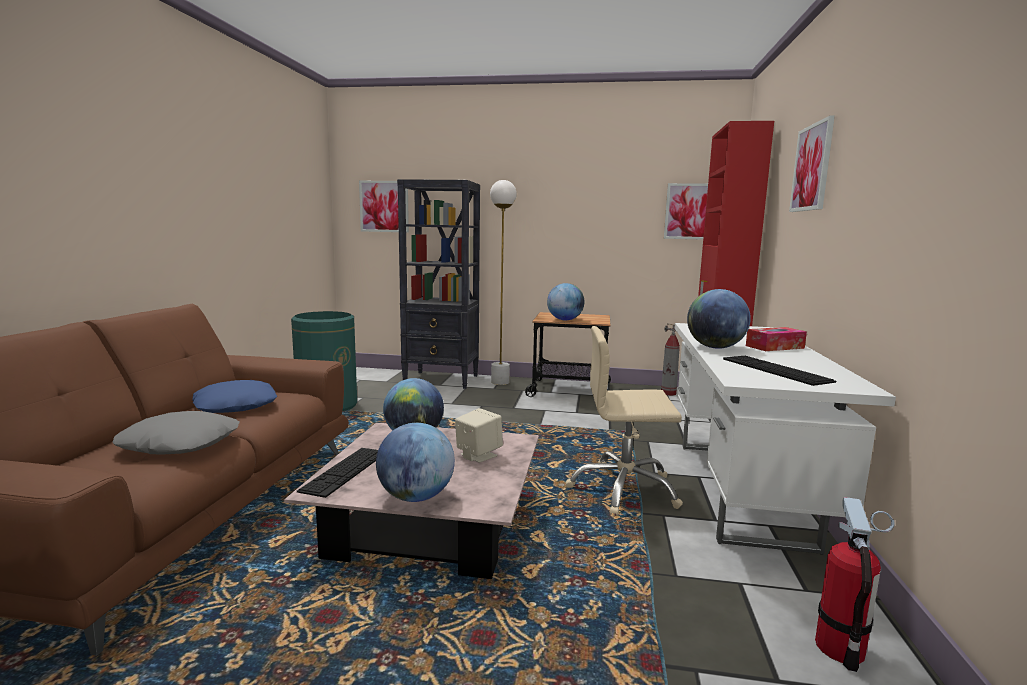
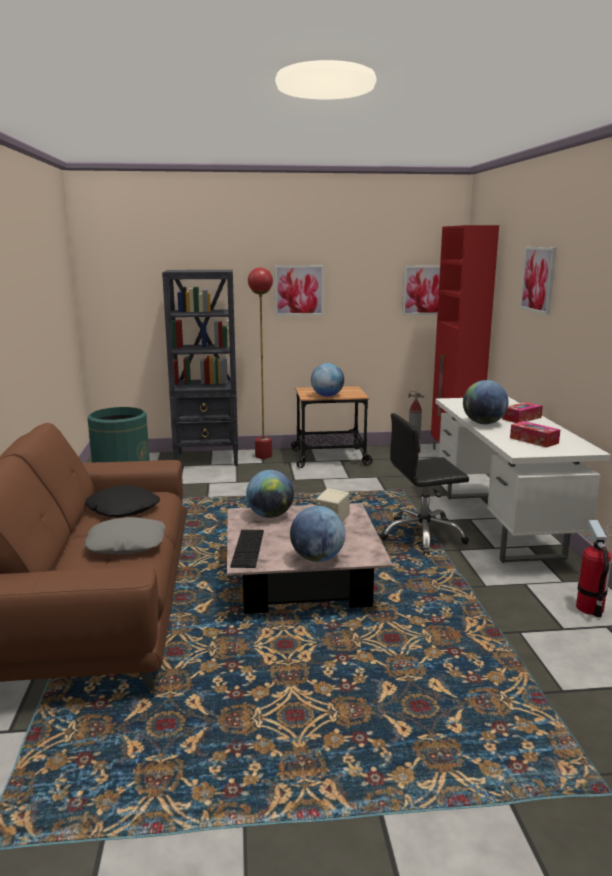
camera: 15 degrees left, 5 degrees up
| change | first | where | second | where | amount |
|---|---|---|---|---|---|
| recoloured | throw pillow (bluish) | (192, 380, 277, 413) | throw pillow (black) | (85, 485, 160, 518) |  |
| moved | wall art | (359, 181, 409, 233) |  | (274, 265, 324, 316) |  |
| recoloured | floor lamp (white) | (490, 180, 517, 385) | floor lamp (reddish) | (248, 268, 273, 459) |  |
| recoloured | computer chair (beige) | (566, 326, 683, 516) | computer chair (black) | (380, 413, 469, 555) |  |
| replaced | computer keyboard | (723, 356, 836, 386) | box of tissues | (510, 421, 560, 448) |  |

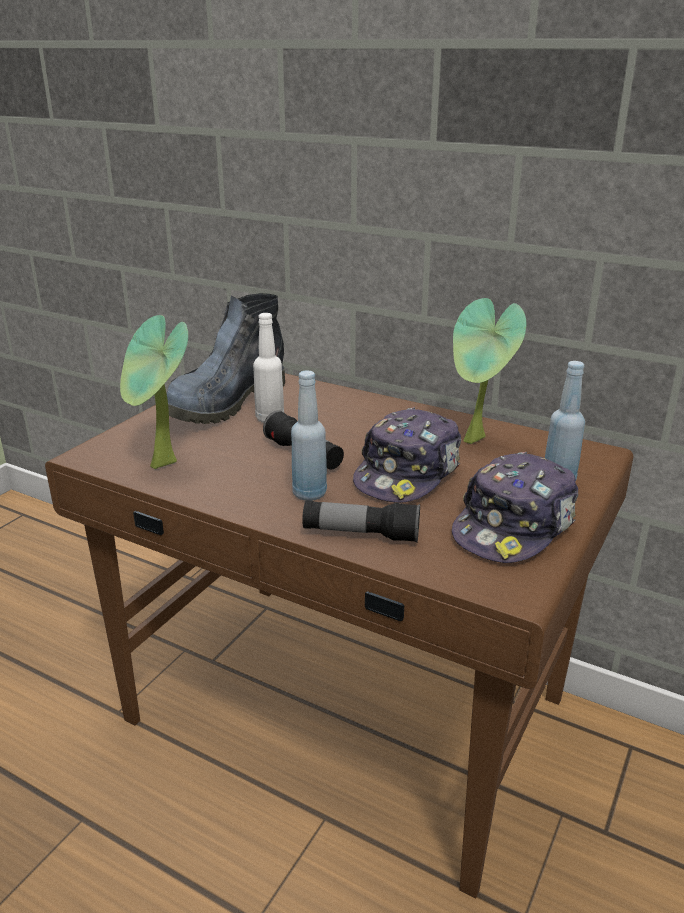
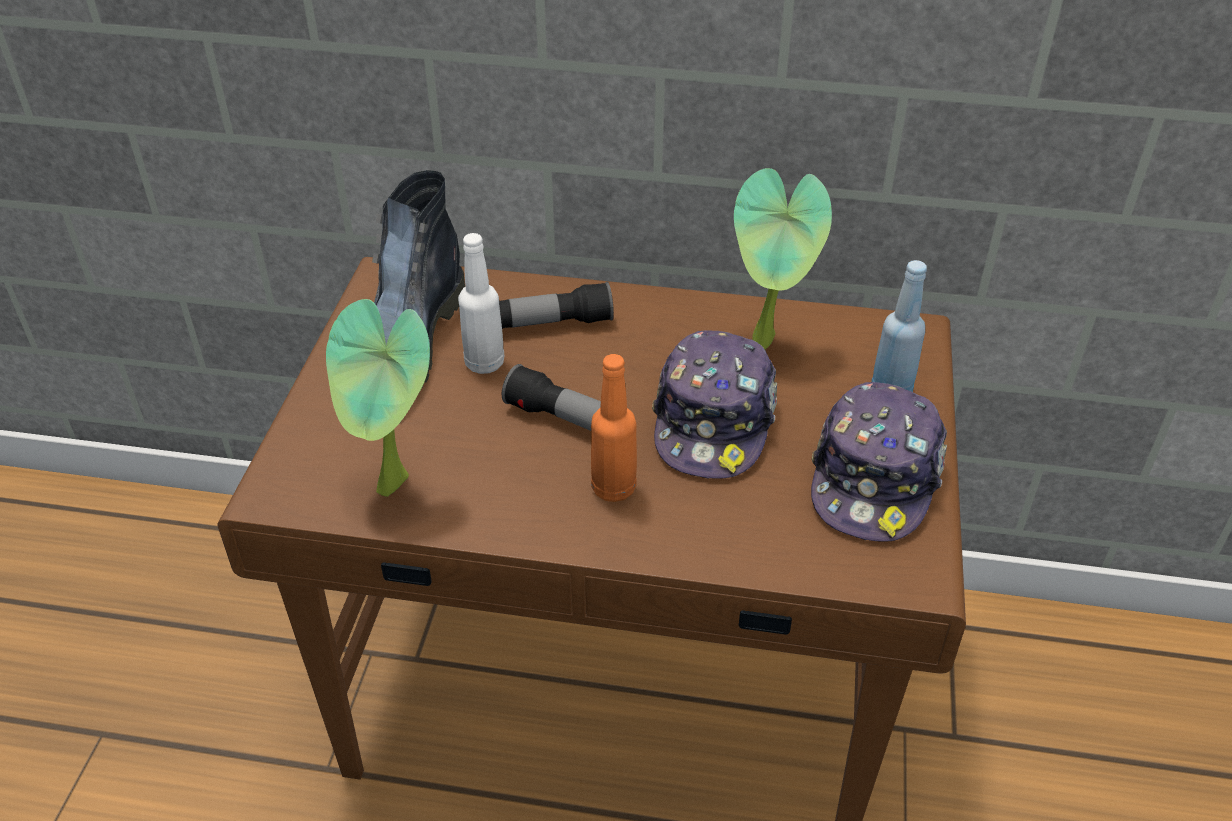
camera: 20 degrees left, 15 degrees up
| change | first | where | second | where | amount |
|---|---|---|---|---|---|
| recoloured | bottle (bluish) | (291, 370, 327, 501) | bottle (orange-coloured) | (591, 354, 637, 502) |  |
| moved | hand torch | (302, 500, 420, 543) |  | (499, 282, 614, 329) |  |

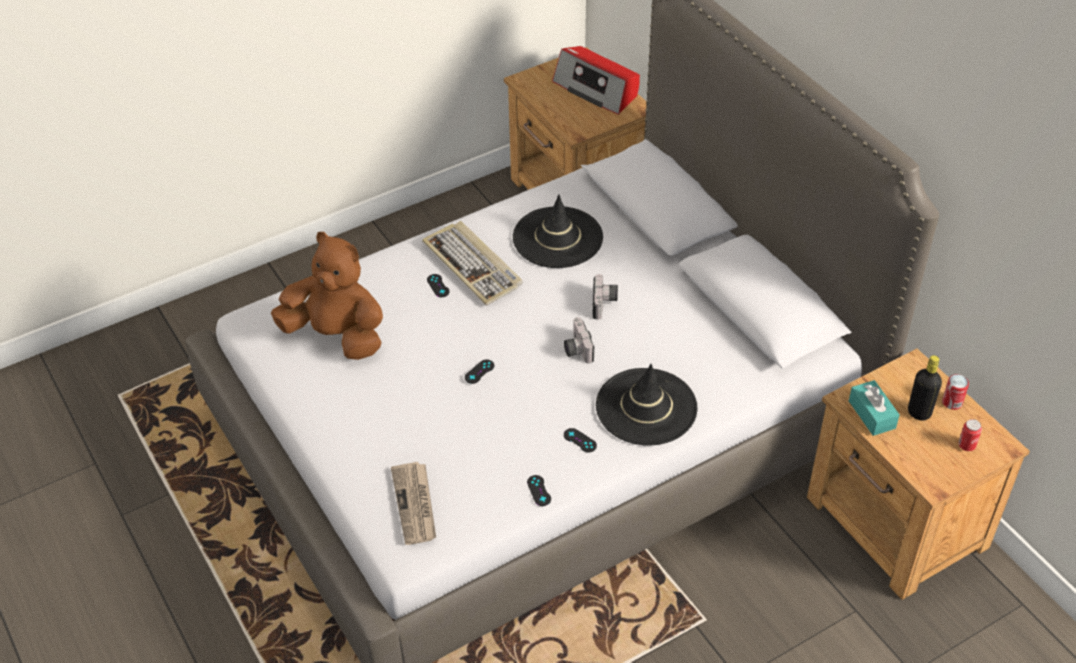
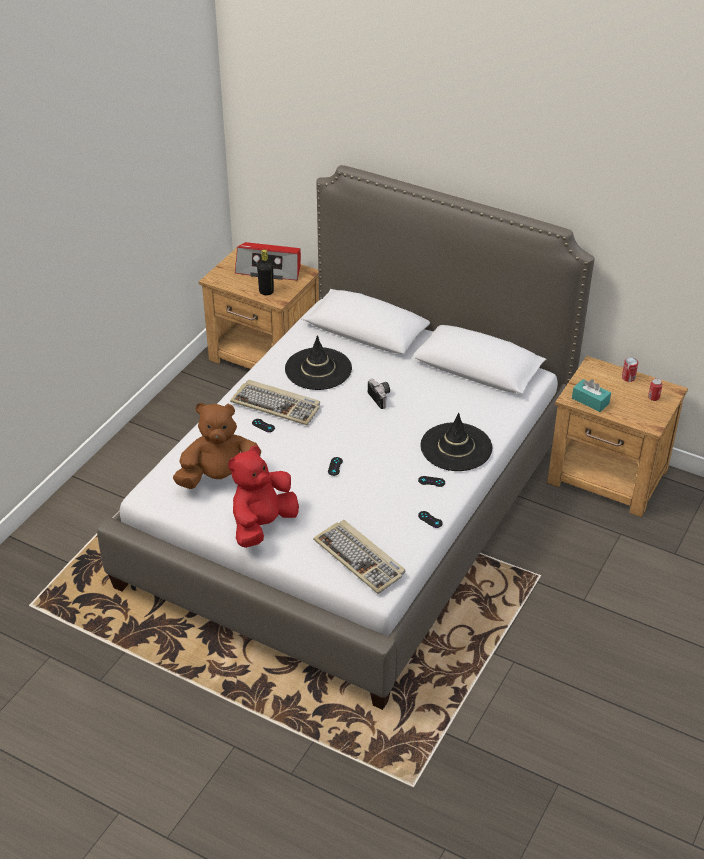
camera: 30 degrees left, 5 degrees down
| change | first | where | second | where | amount |
|---|---|---|---|---|---|
| replaced | newspaper | (391, 462, 436, 545) | computer keyboard | (313, 520, 405, 594) |  |
| removed | still camera | (564, 317, 594, 363) |  |  |  |
| moved | bottle (black) | (908, 355, 942, 421) |  | (257, 249, 274, 295) |  |
| added |  |  | soft toy (reddish) | (228, 445, 299, 548) |  |

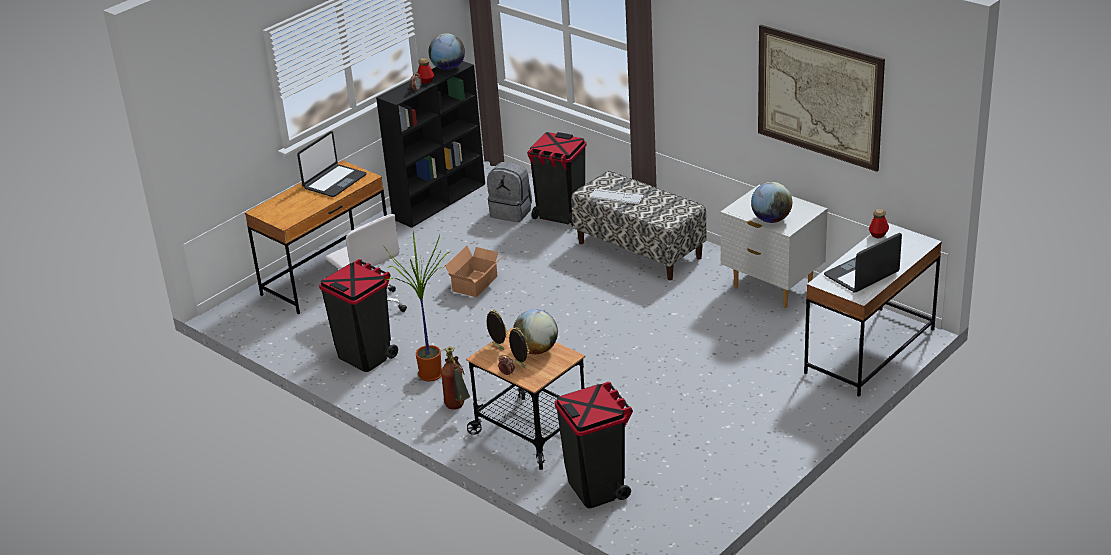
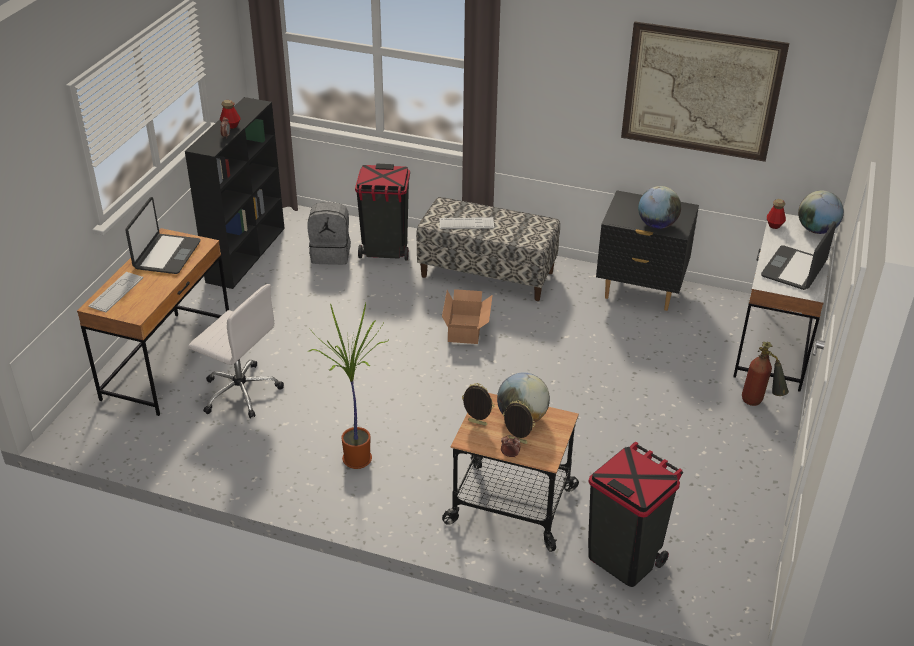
camera: 25 degrees left, 5 degrees up
| change | first | where | second | where | amount |
|---|---|---|---|---|---|
| removed | rubbish bin (black) | (319, 259, 398, 372) |  |  |  |
| moved | world globe | (429, 33, 465, 70) |  | (798, 191, 844, 234) |  |
| moved | fire-fighting cylinder | (441, 346, 470, 410) |  | (742, 342, 789, 406) |  |
| moved | packing box | (445, 246, 501, 297) |  | (442, 289, 493, 344) |  |
| recoloured | nightstand (white) | (720, 185, 828, 308) | nightstand (black) | (596, 190, 699, 311) |  |
| added |  |  | computer keyboard | (88, 272, 143, 312) |  |

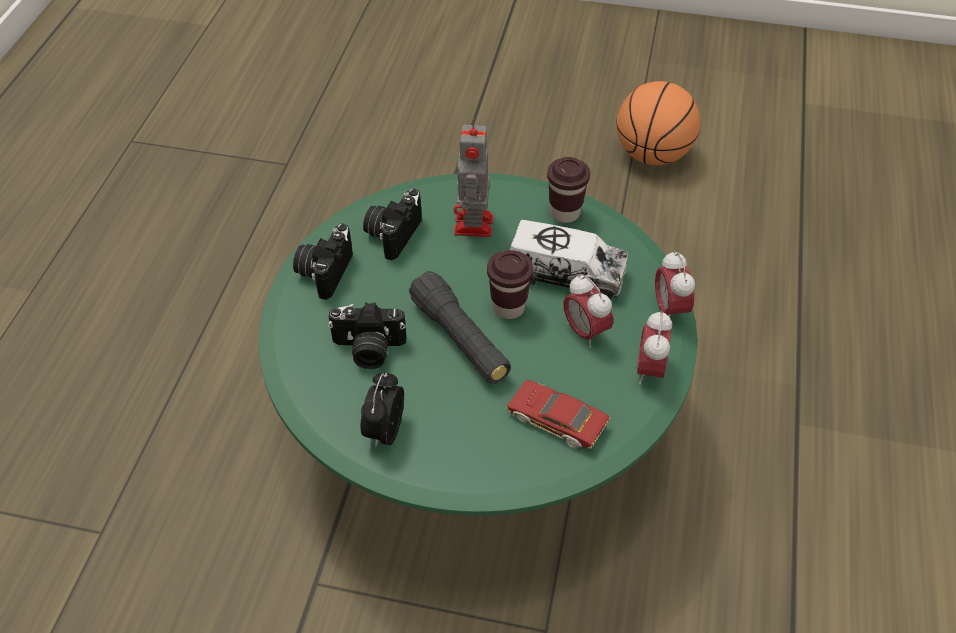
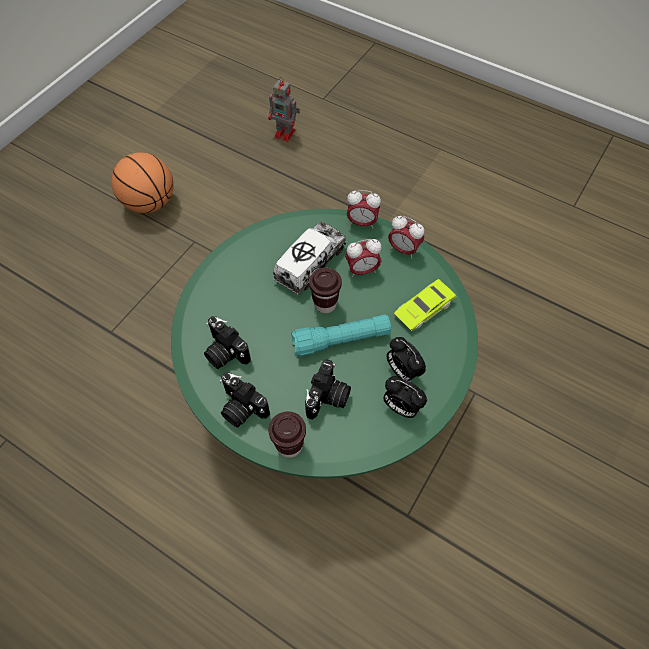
camera: 70 degrees left, 10 degrees up
| change | first | where | second | where | amount |
|---|---|---|---|---|---|
| recoloured | hand torch (black) | (409, 271, 511, 384) | hand torch (blue-green) | (291, 315, 391, 357) |  |
| moved | model robot | (454, 118, 493, 237) |  | (268, 77, 300, 142) |  |
| recoloured | model car (reddish) | (506, 380, 610, 449) | model car (green-coloured) | (394, 279, 457, 331) |  |
| moved | drinking cup (brownish) | (547, 157, 590, 223) |  | (268, 411, 306, 458) |  |
| added |  |  | alarm clock | (387, 337, 426, 382) |  |

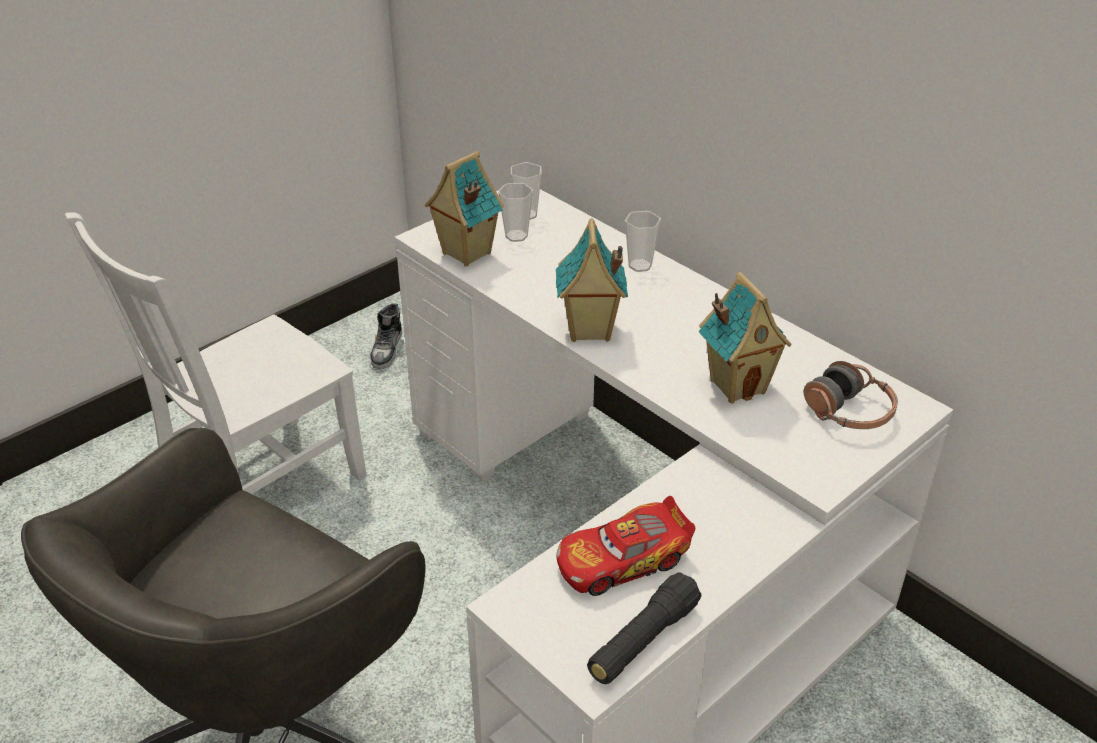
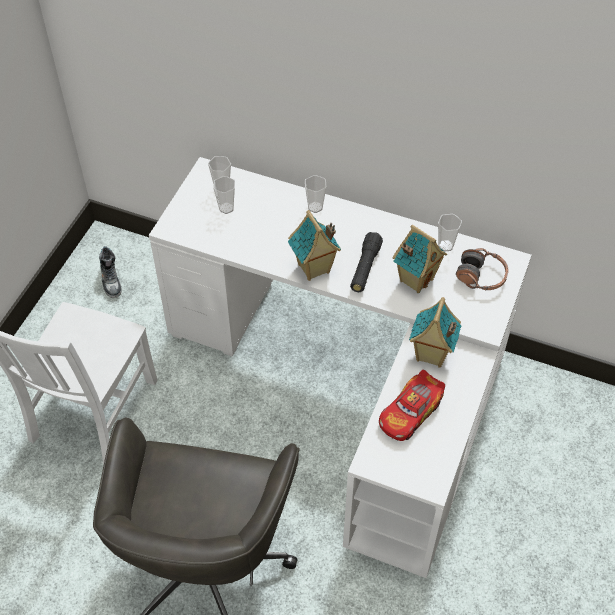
camera: 25 degrees left, 15 degrees up
| change | first | where | second | where | amount |
|---|---|---|---|---|---|
| moved | toy house | (425, 151, 504, 266) |  | (409, 297, 462, 367) |  |
| moved | hand torch (black) | (587, 572, 702, 684) |  | (350, 232, 383, 292) |  |
| added |  |  | drinking cup | (438, 214, 462, 252) |  |

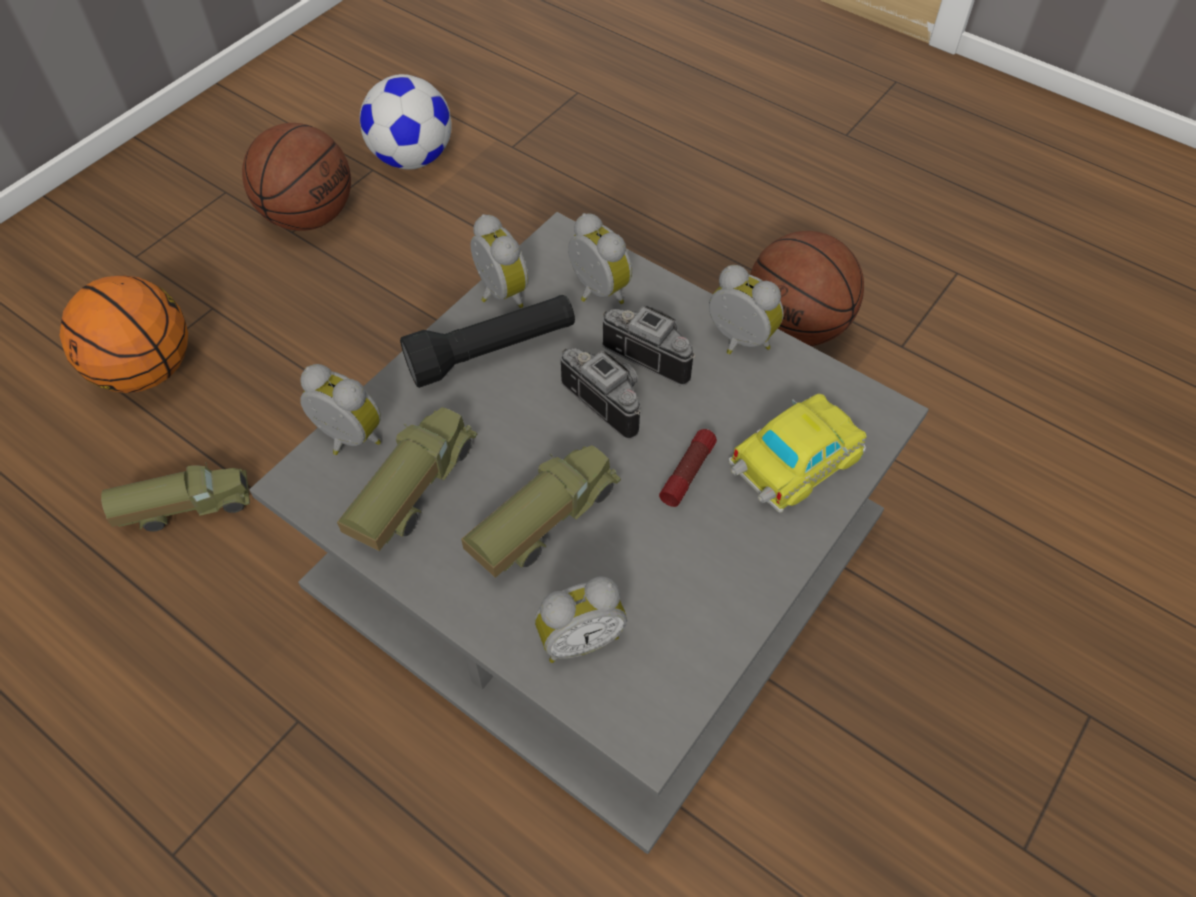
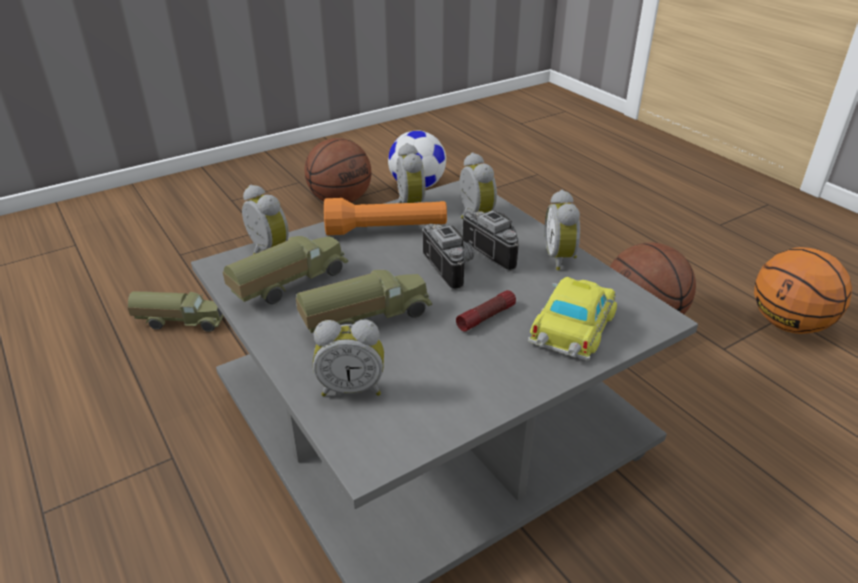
camera: 20 degrees right, 20 degrees down
| change | first | where | second | where | amount |
|---|---|---|---|---|---|
| moved | ball for basketball | (59, 276, 188, 393) |  | (754, 247, 852, 334) |  |
| recoloured | hand torch (black) | (400, 295, 575, 388) | hand torch (orange-coloured) | (324, 198, 447, 235) |  |
| turned | alarm clock | (709, 265, 784, 354) |  | (545, 190, 580, 270) | 150 degrees counterclockwise |
| turned | model car | (729, 394, 867, 513) |  | (528, 277, 617, 360) | 45 degrees counterclockwise |

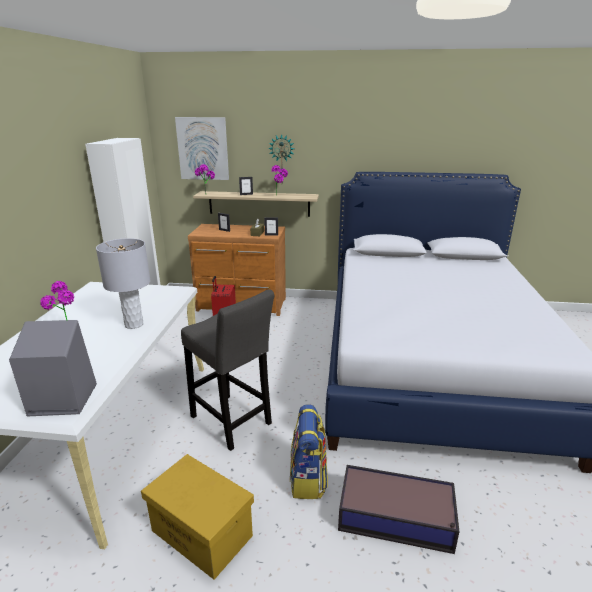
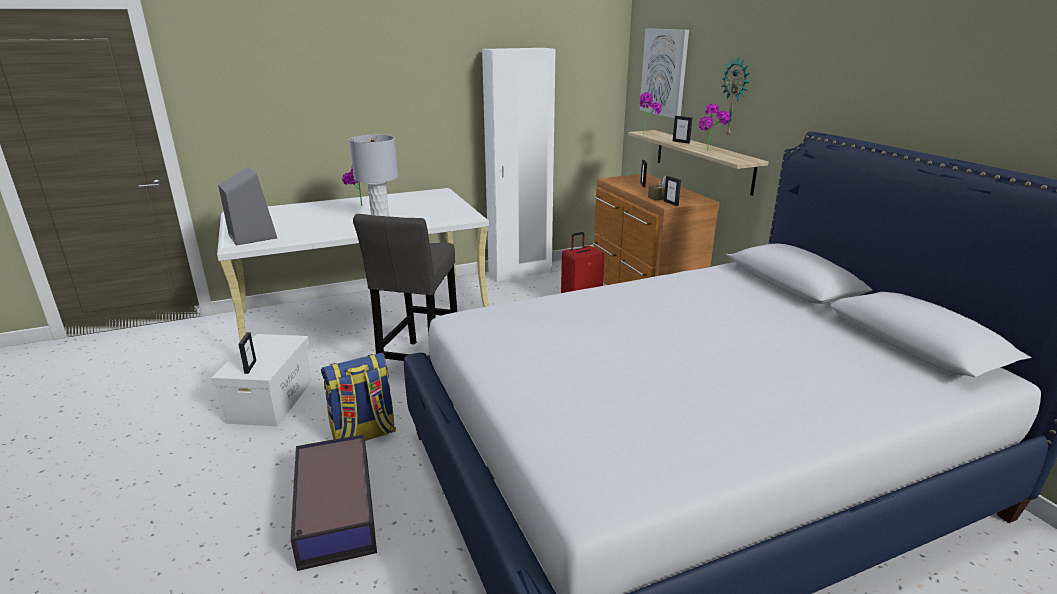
camera: 60 degrees right, 0 degrees up
| change | first | where | second | where | amount |
|---|---|---|---|---|---|
| recoloured | storage bin (yellow) | (141, 454, 254, 580) | storage bin (white) | (211, 334, 312, 426) |  |
| added |  |  | picture frame | (238, 332, 256, 374) |  |

